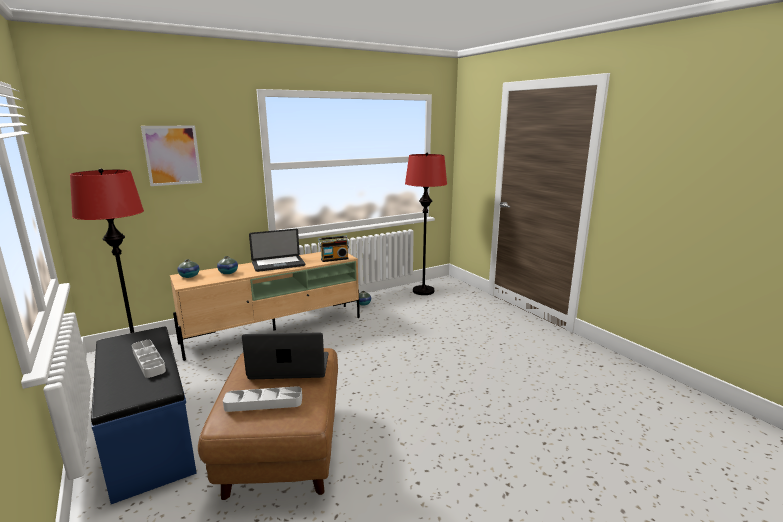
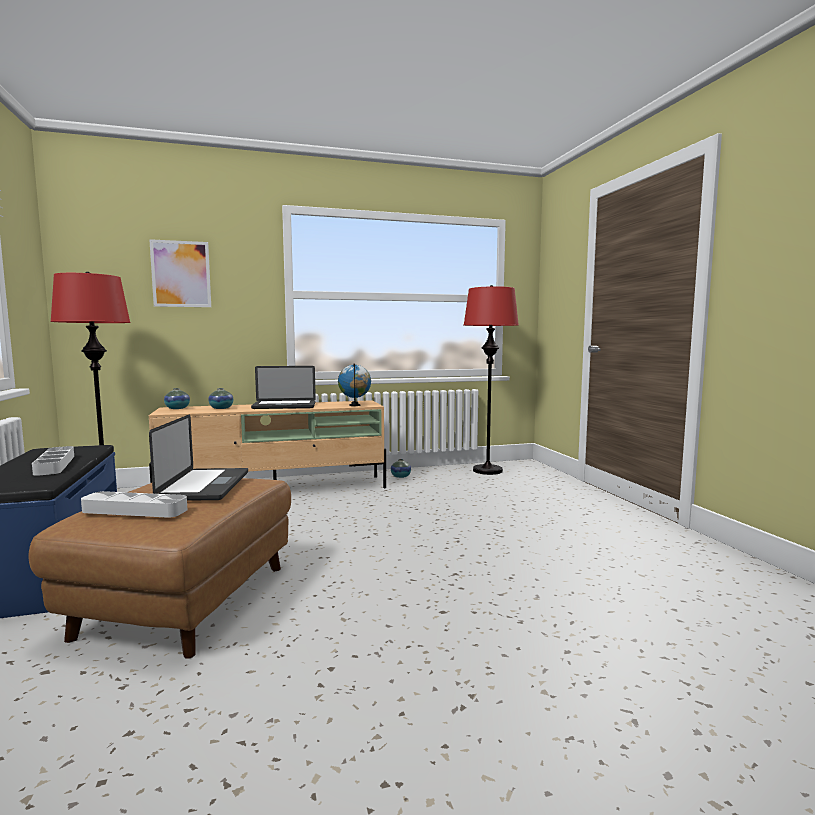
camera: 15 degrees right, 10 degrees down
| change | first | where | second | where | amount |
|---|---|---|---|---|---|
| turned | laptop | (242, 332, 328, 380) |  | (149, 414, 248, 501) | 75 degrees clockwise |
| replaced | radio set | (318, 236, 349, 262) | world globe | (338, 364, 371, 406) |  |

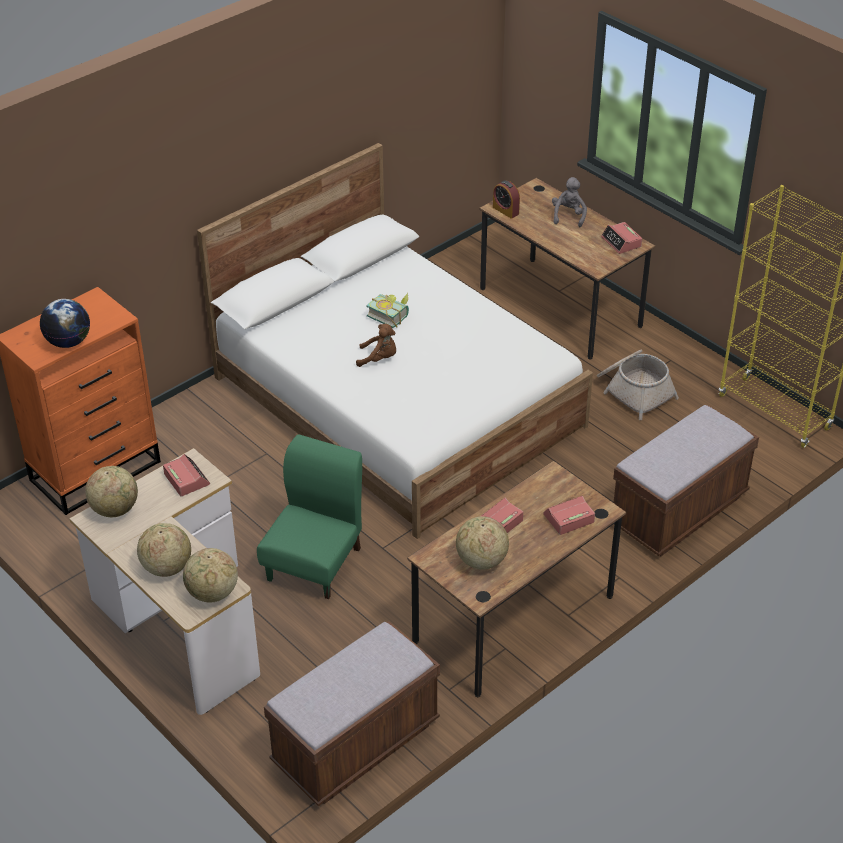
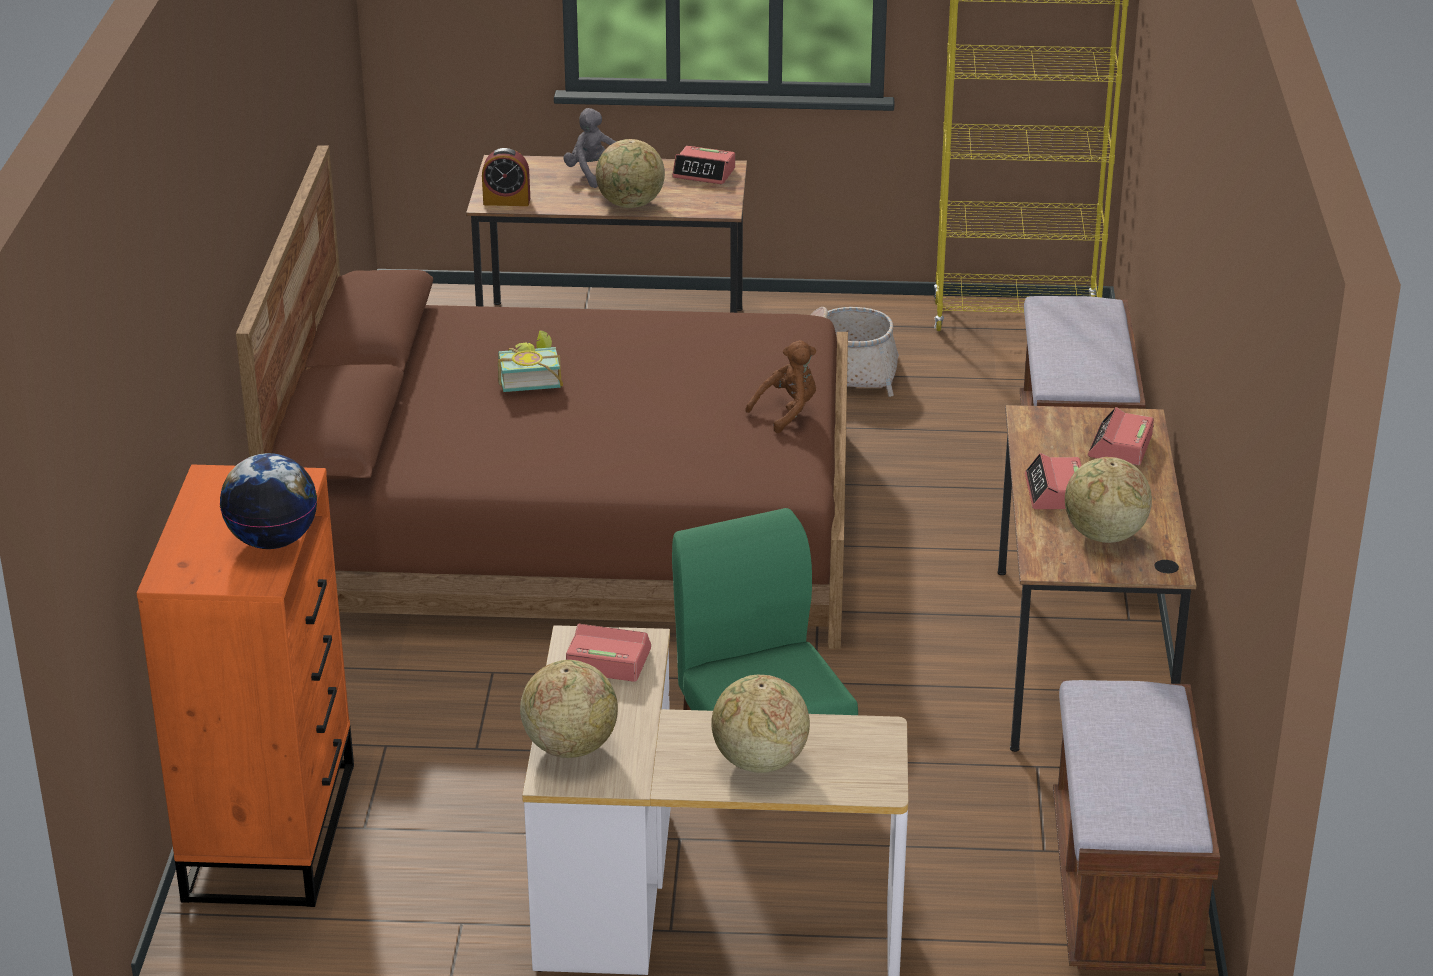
camera: 45 degrees left, 10 degrees down
| change | first | where | second | where | amount |
|---|---|---|---|---|---|
| moved | world globe | (183, 548, 238, 602) |  | (596, 139, 665, 208) |  |
| recoloured | bed (white) | (197, 143, 593, 539) | bed (brownish) | (236, 145, 848, 649) |  |
| moved | soft toy (brownish) | (356, 324, 396, 367) |  | (745, 340, 816, 433) |  |

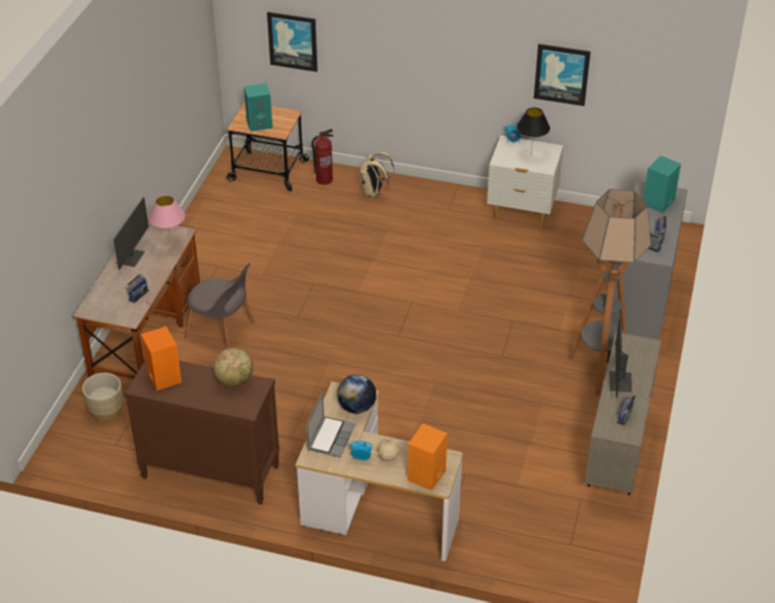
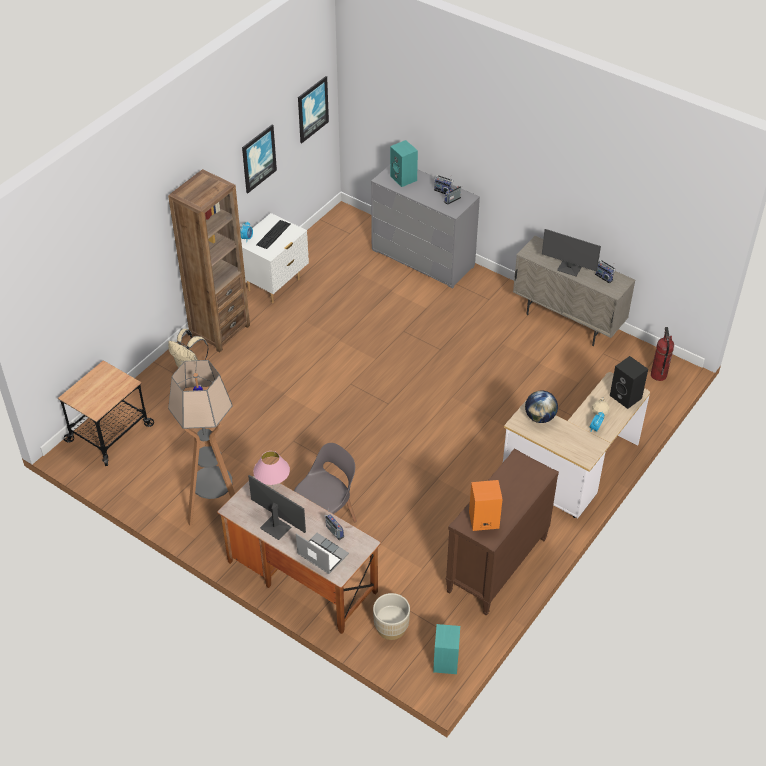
camera: 70 degrees left, 5 degrees up
| change | first | where | second | where | amount |
|---|---|---|---|---|---|
| removed | world globe | (213, 348, 253, 388) |  |  |  |
| moved | audio speaker (blue-green) | (244, 83, 273, 132) |  | (433, 624, 460, 674) |  |
| moved | wall art | (267, 12, 317, 72) |  | (298, 76, 329, 143) |  |
| moved | laptop | (306, 392, 355, 457) |  | (296, 533, 349, 574) |  |
| moved | fire-fighting cylinder | (312, 129, 334, 185) |  | (651, 327, 674, 381) |  |
| recoloured | audio speaker (orange-coloured) | (408, 424, 447, 491) | audio speaker (black) | (610, 356, 648, 409) |  |
| replaced | lamp for a table (black) | (517, 107, 550, 153) | computer keyboard | (256, 220, 291, 249) |  |
| moved | floor lamp | (568, 189, 651, 396) |  | (168, 360, 235, 526) |  |
| added |  |  | bookshelf (brownish) | (168, 169, 250, 352) |  |

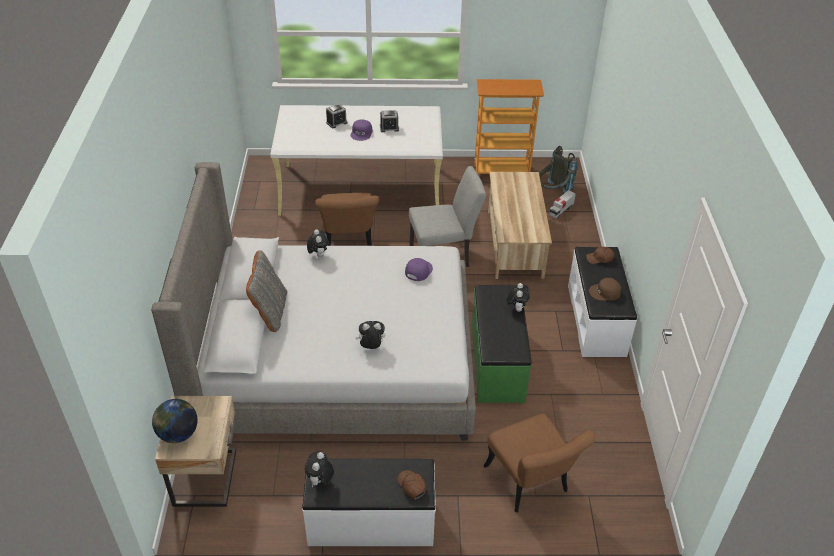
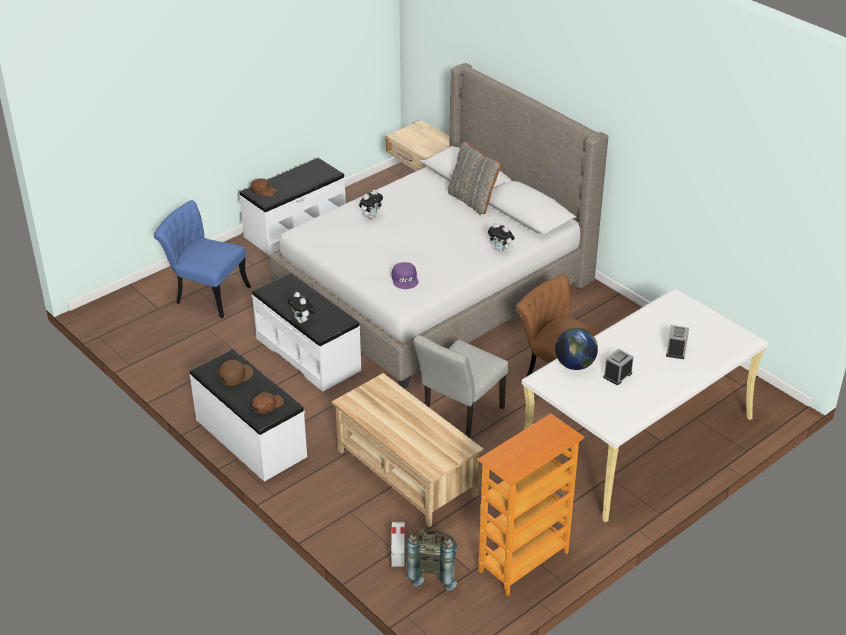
camera: 140 degrees right, 5 degrees down
| change | first | where | second | where | amount |
|---|---|---|---|---|---|
| moved | world globe | (152, 399, 198, 443) |  | (555, 328, 598, 370) |  |
| removed | soft toy | (305, 451, 334, 488) |  |  |  |
| removed | baseball cap (purple-coloured) | (351, 120, 372, 141) |  |  |  |
| recoloured | long seat (green-coloured) | (472, 285, 532, 403) | long seat (white) | (252, 273, 361, 392) |  |
| recoloured | upright chair (brownish) | (483, 414, 595, 513) | upright chair (bluish) | (154, 200, 251, 318) |  |

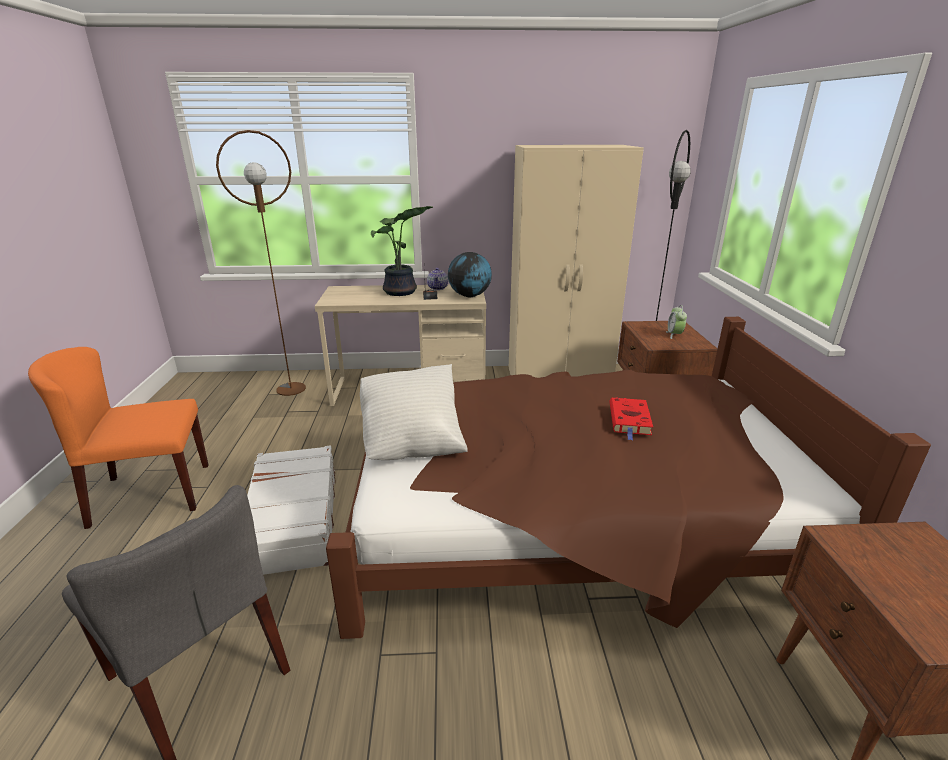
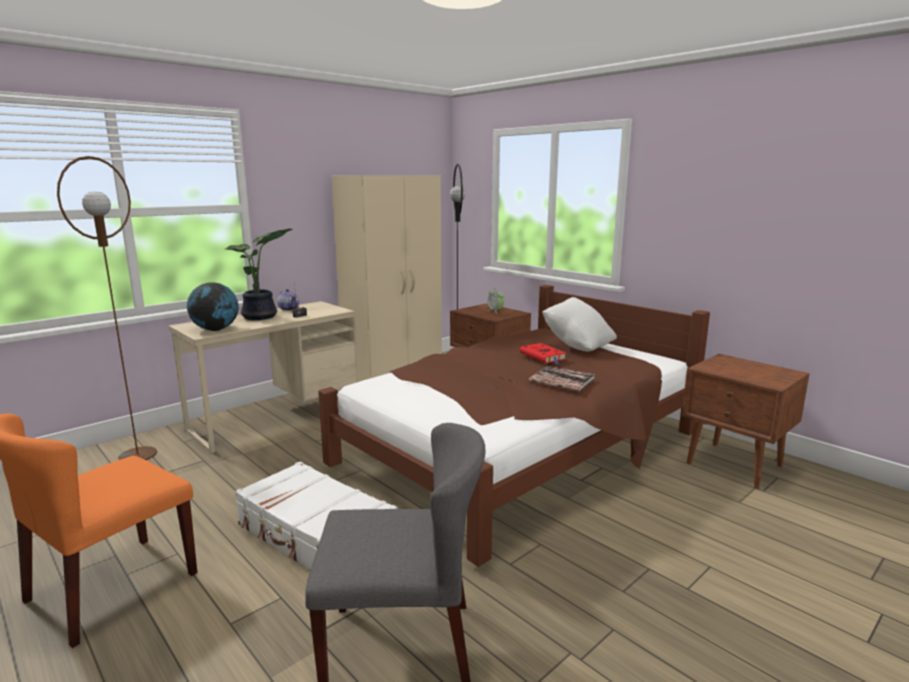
camera: 40 degrees left, 10 degrees down
| change | first | where | second | where | amount |
|---|---|---|---|---|---|
| moved | throw pillow (white) | (360, 364, 468, 460) |  | (542, 297, 617, 352) |  |
| moved | world globe | (448, 252, 492, 297) |  | (187, 282, 238, 331) |  |
| added |  |  | volume | (529, 366, 595, 391) |  |

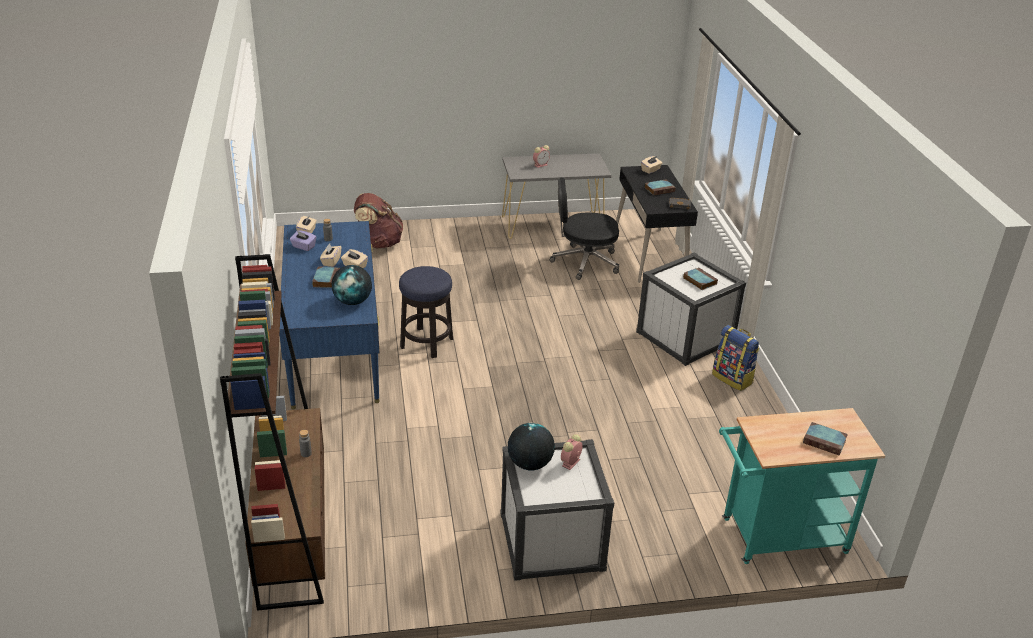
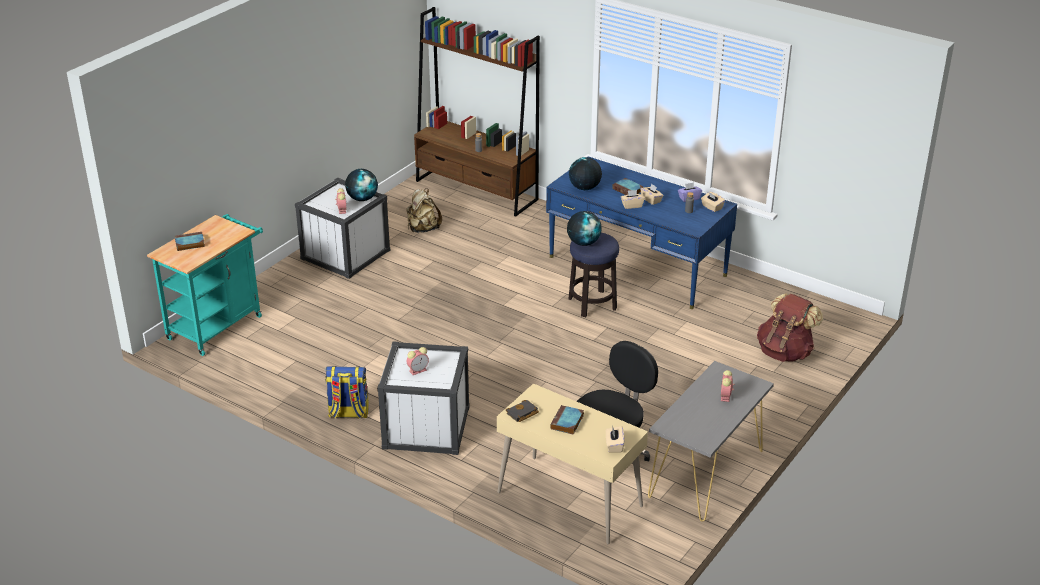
camera: 135 degrees right, 0 degrees up
| change | first | where | second | where | amount |
|---|---|---|---|---|---|
| recoloured | desk (black) | (616, 165, 698, 283) | desk (beige) | (497, 383, 648, 544) |  |
| replaced | volume | (683, 267, 718, 290) | alarm clock | (407, 347, 429, 375) |  |
| added |  |  | rucksack (beige) | (406, 188, 442, 233) |  |
| added |  |  | world globe | (567, 211, 602, 246) |  |

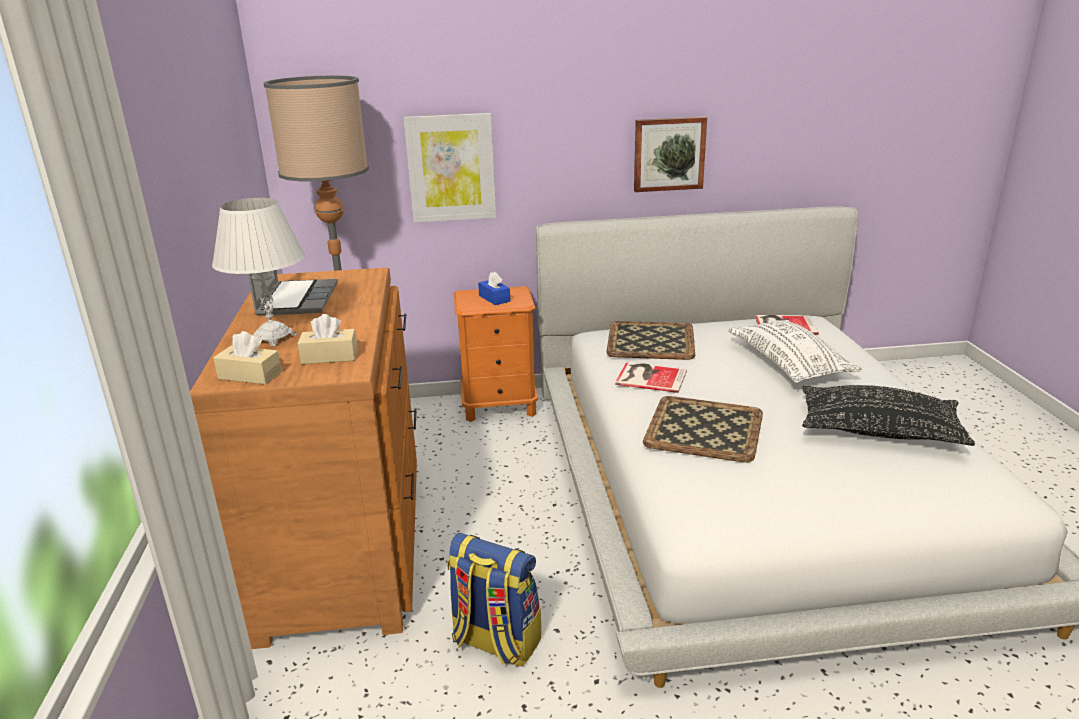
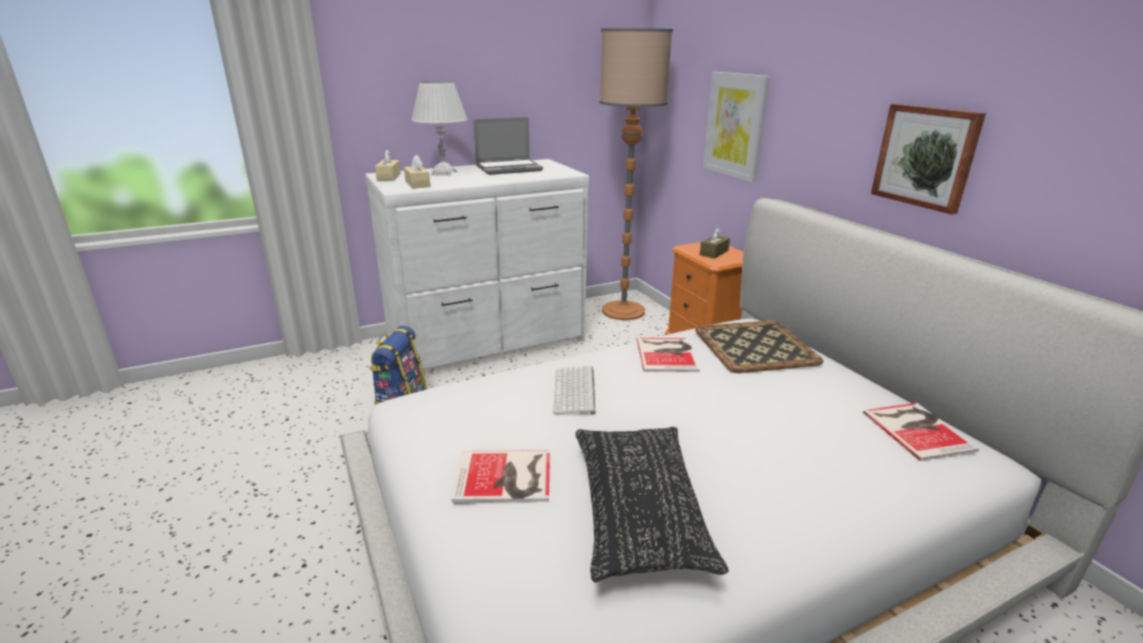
camera: 70 degrees right, 0 degrees up
| change | first | where | second | where | amount |
|---|---|---|---|---|---|
| recoloured | drawer chest (brownish) | (190, 267, 417, 649) | drawer chest (white) | (365, 159, 589, 369) |  |
| recoloured | box of tissues (bluish) | (478, 272, 510, 305) | box of tissues (brownish) | (700, 227, 730, 259) |  |
| replaced | carrying tray | (643, 396, 763, 463) | computer keyboard | (553, 366, 596, 415) |  |
| removed | throw pillow (white) | (728, 320, 862, 383) |  |  |  |
| added |  |  | volume | (451, 450, 550, 502) |  |

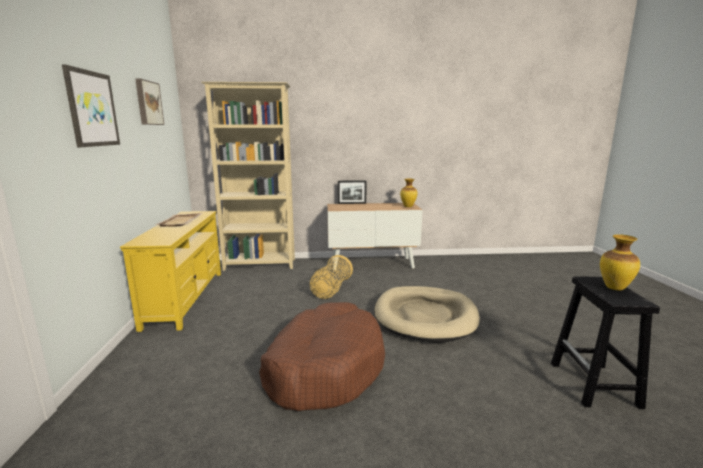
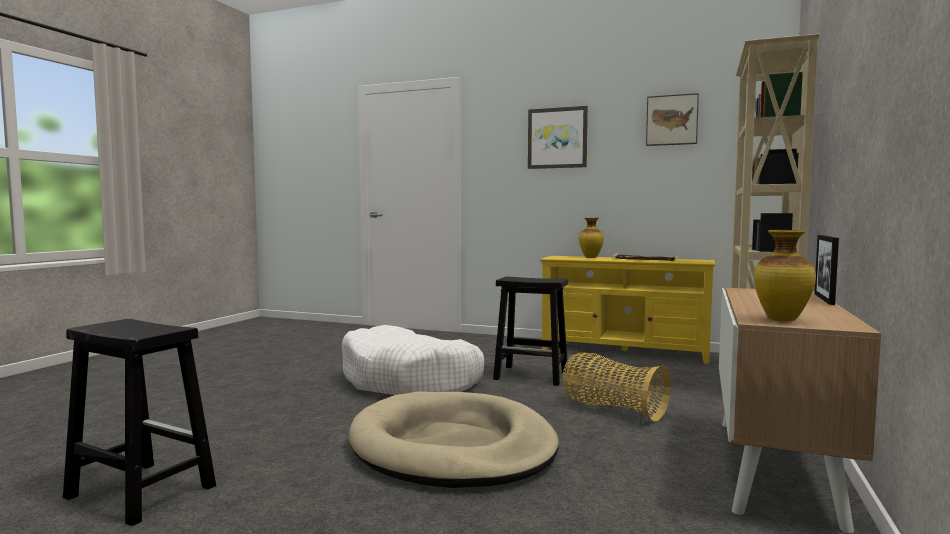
camera: 115 degrees right, 10 degrees down
| change | first | where | second | where | amount |
|---|---|---|---|---|---|
| recoloured | pet bed (brownish) | (259, 302, 385, 411) | pet bed (white) | (342, 325, 484, 395) |  |
| moved | flower vase | (600, 234, 640, 290) |  | (579, 217, 604, 258) |  |
| added |  |  | sitting stool (black) | (493, 276, 568, 386) |  |

